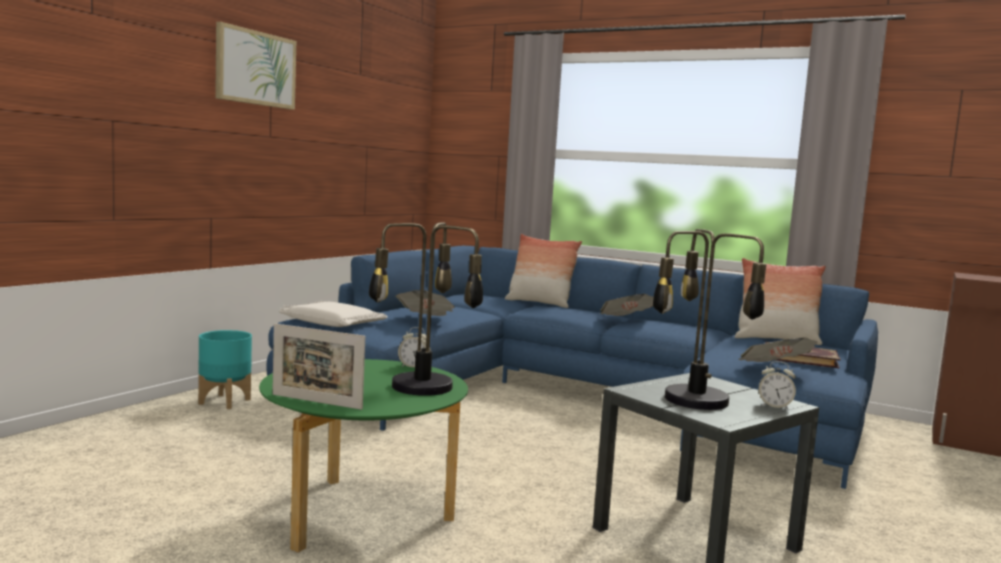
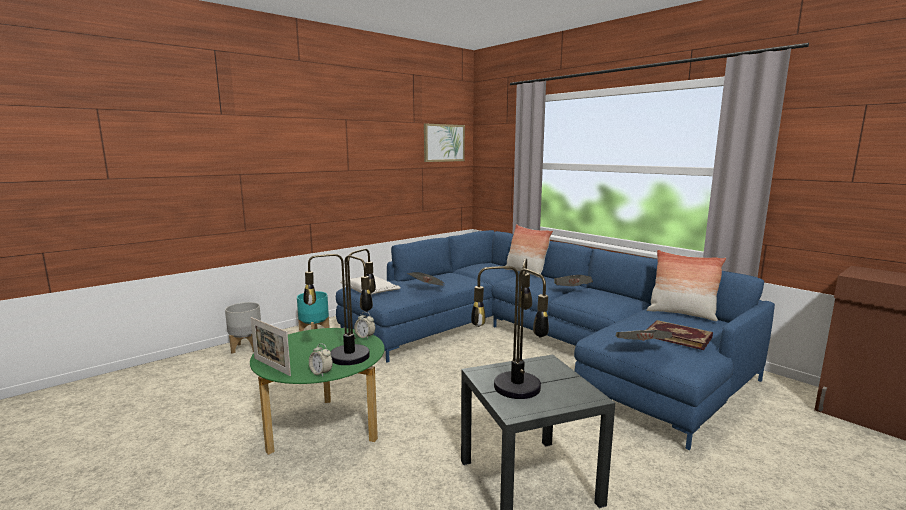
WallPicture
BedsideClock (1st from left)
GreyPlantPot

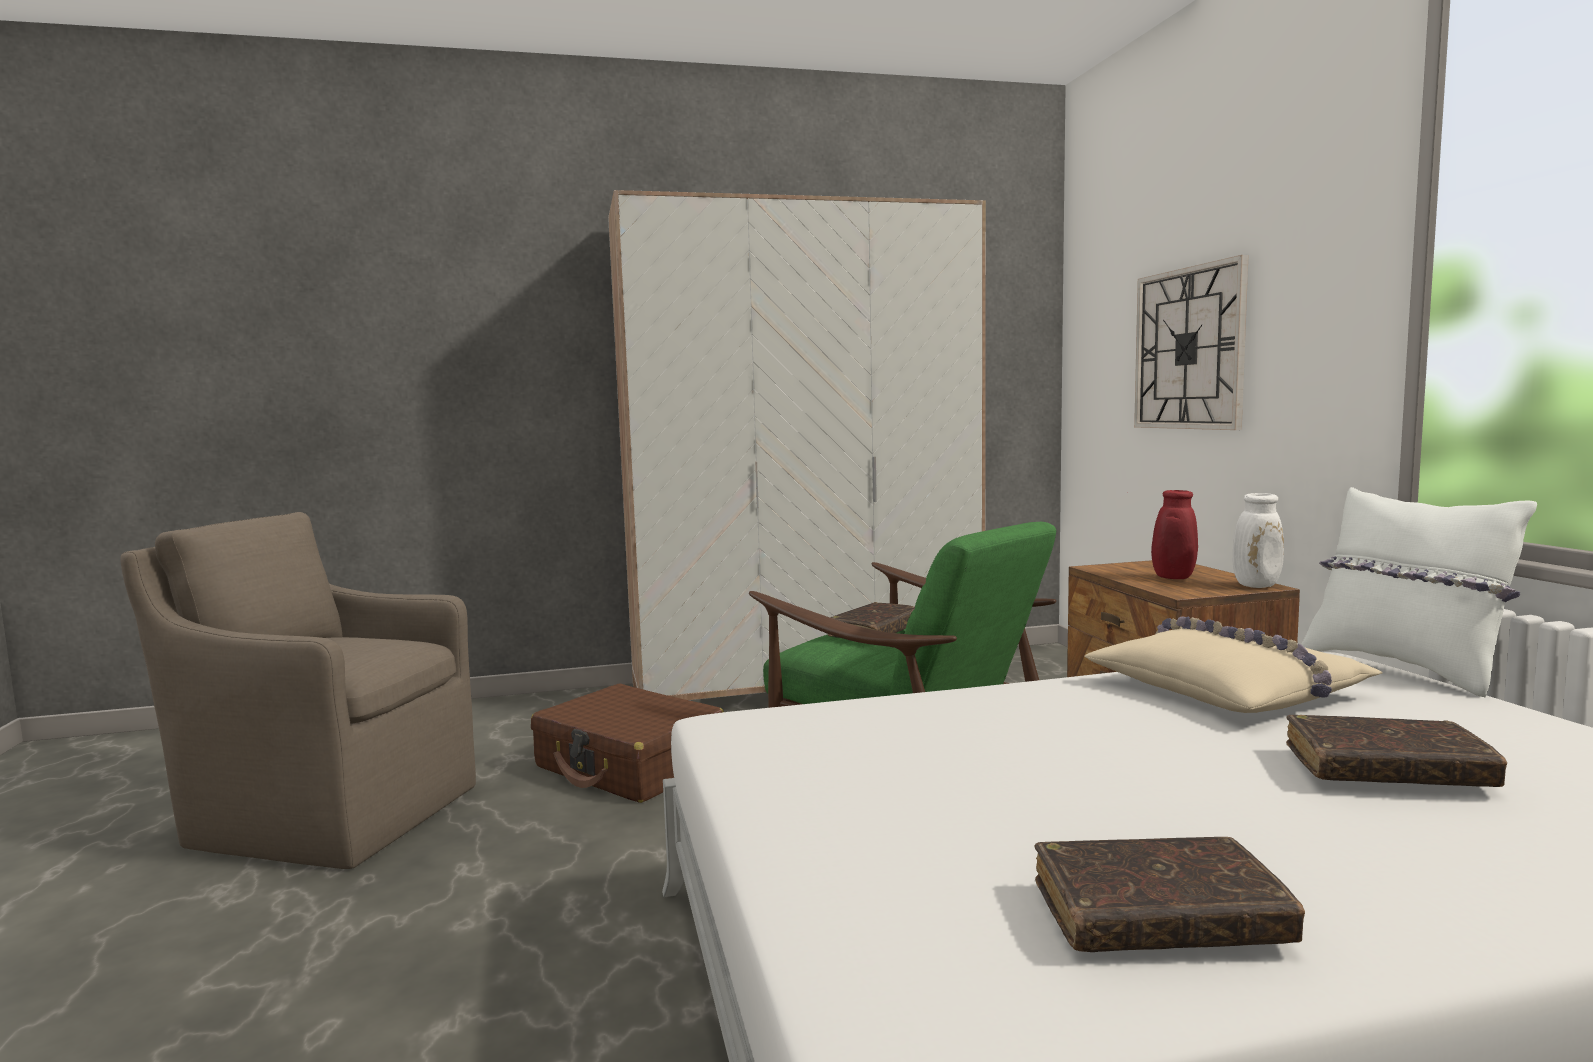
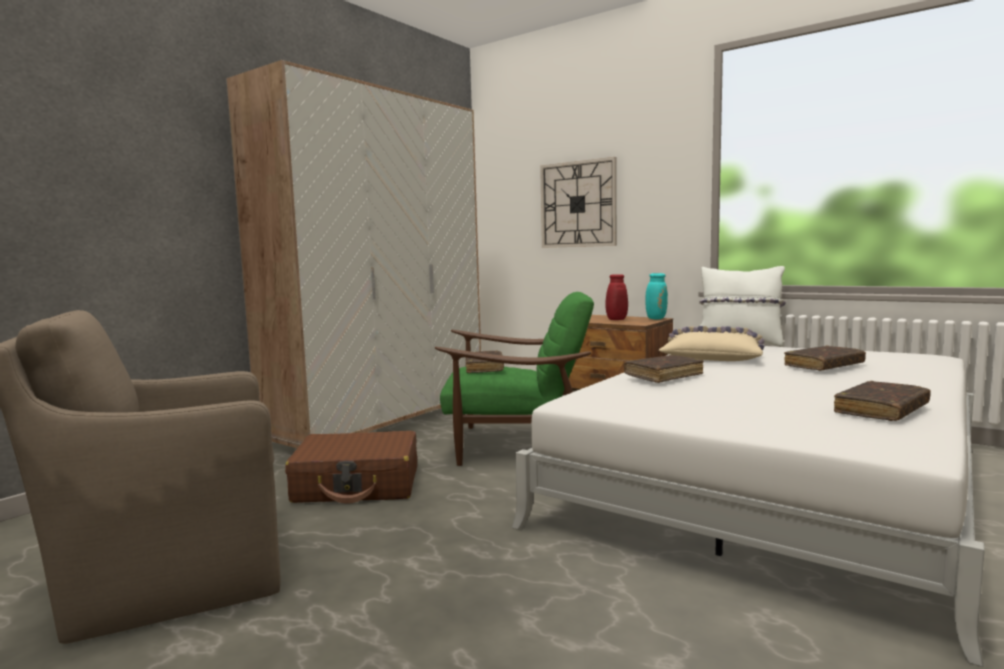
BlueGreenDecorativeVase
BrownishBoundBook (2nd from left)

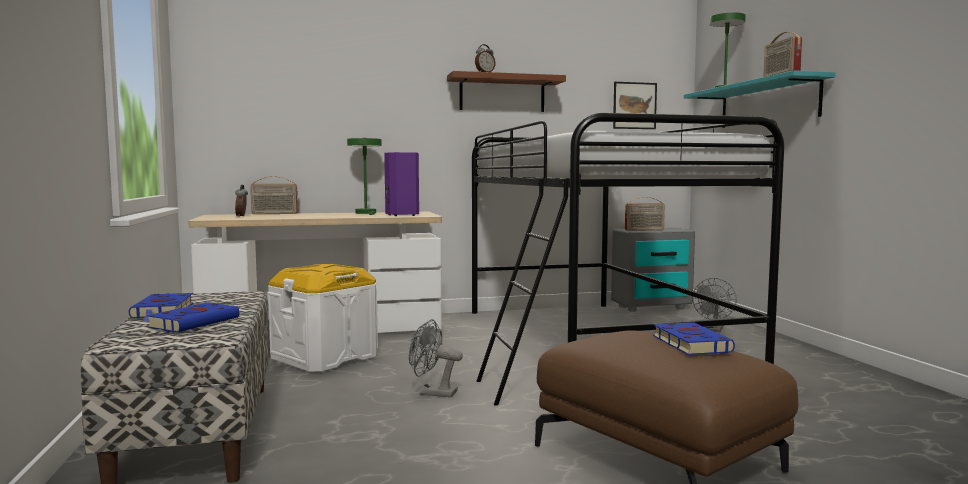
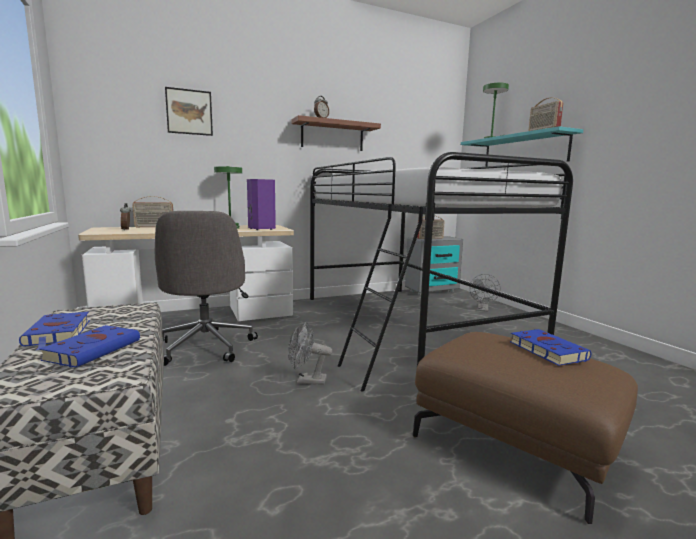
GreyOfficeChair
WallPicture

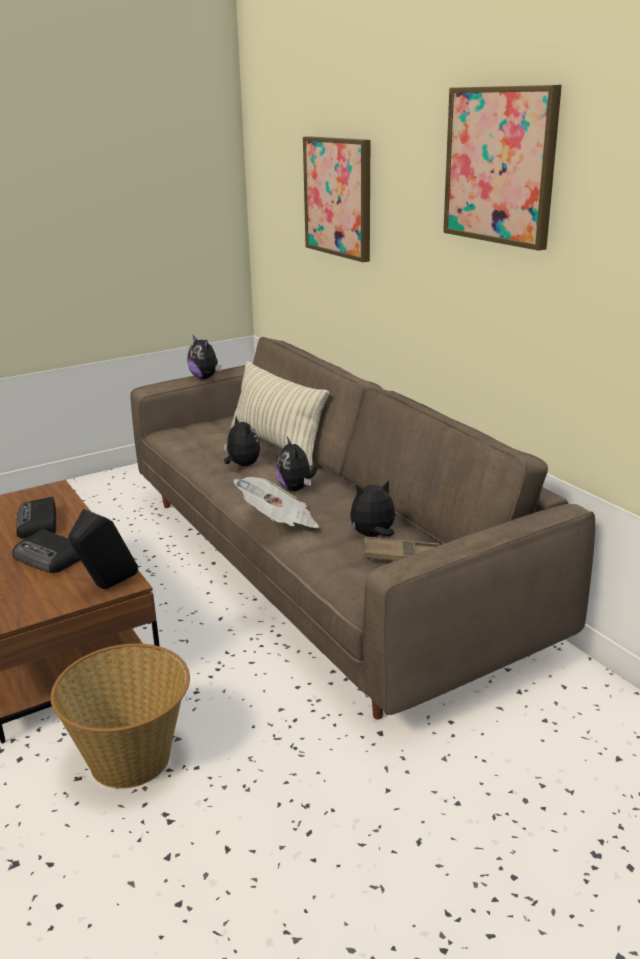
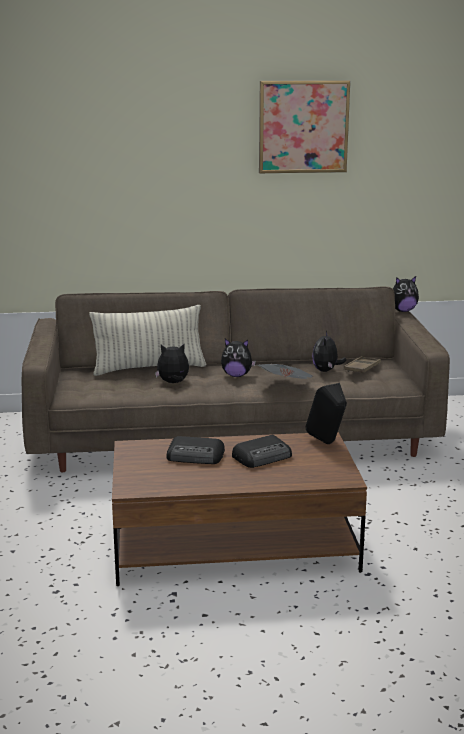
StorageBasket
SoftToy (4th from left)
WallPicture (1st from left in the first image)

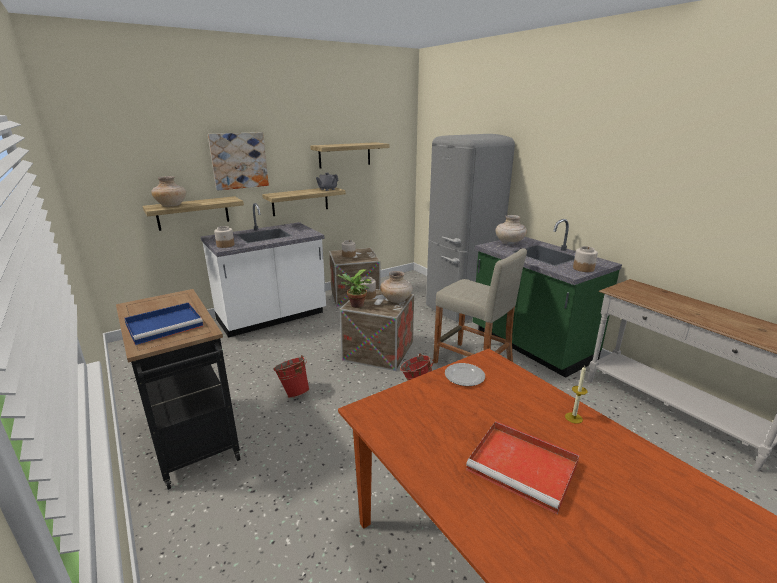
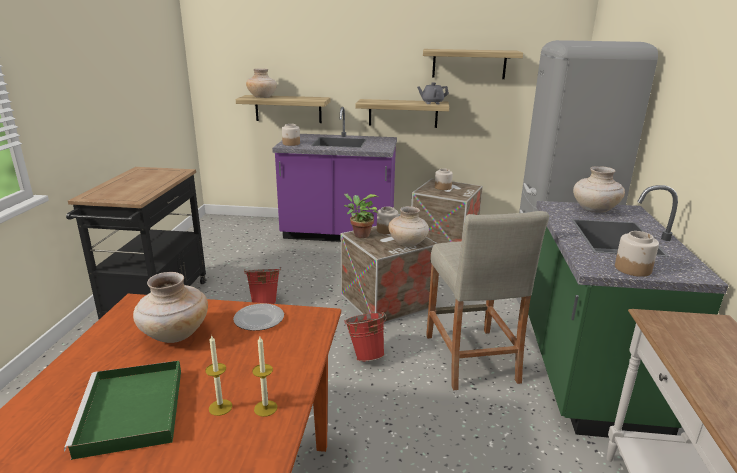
BlueTray
PurpleCounter
WallPicture
GreenishTray
SandColouredDecorativeVase (1st from left)
WaxCandle (1st from left)

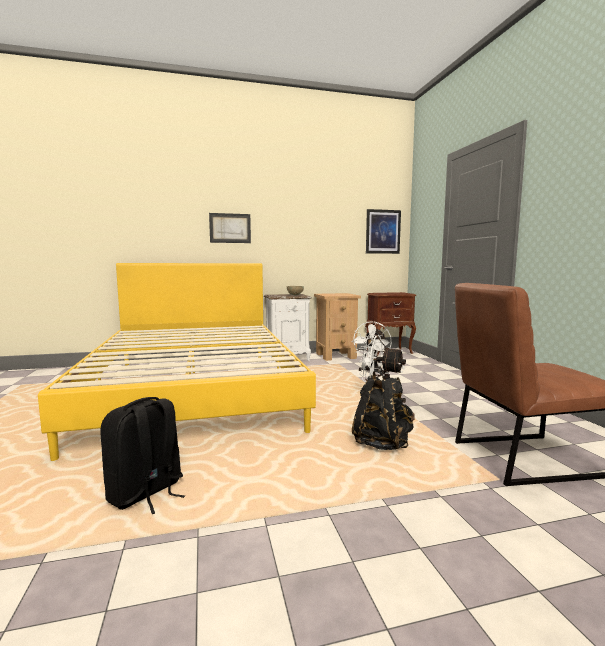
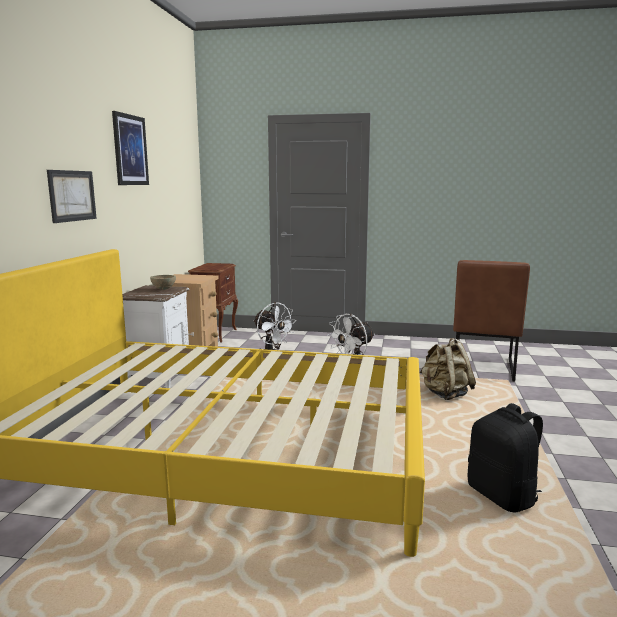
SandColouredKnapsack
WallPicture (2nd from left)

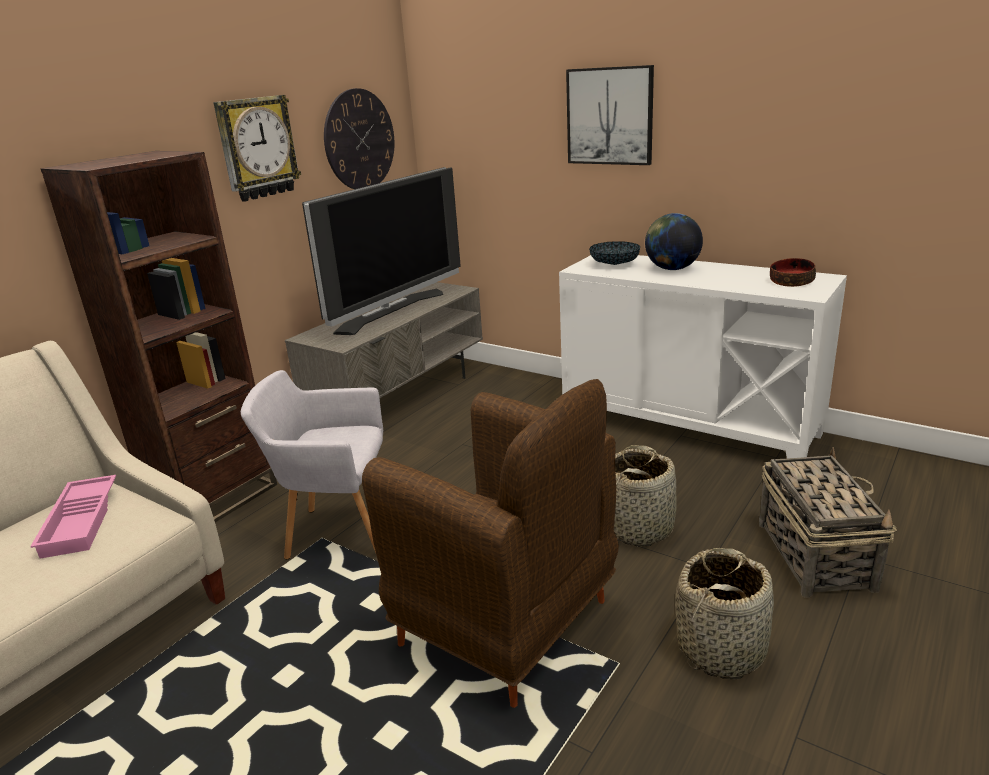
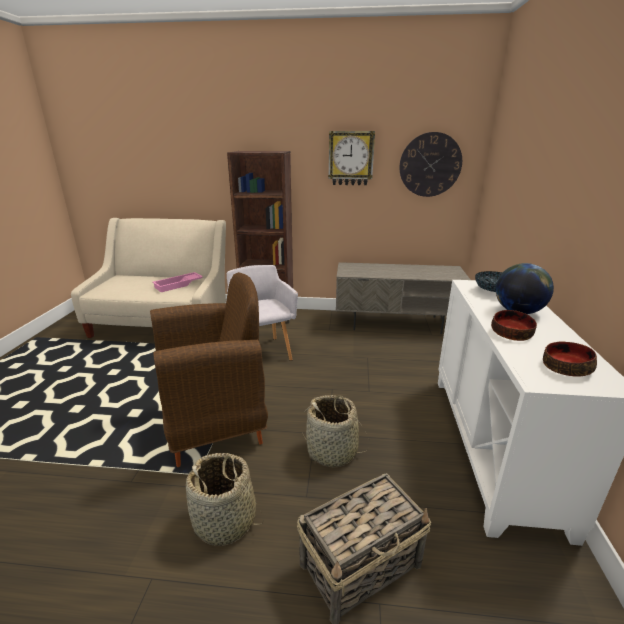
Television
BrownishEasyChair
WallPicture
ServingBowl (2nd from left)

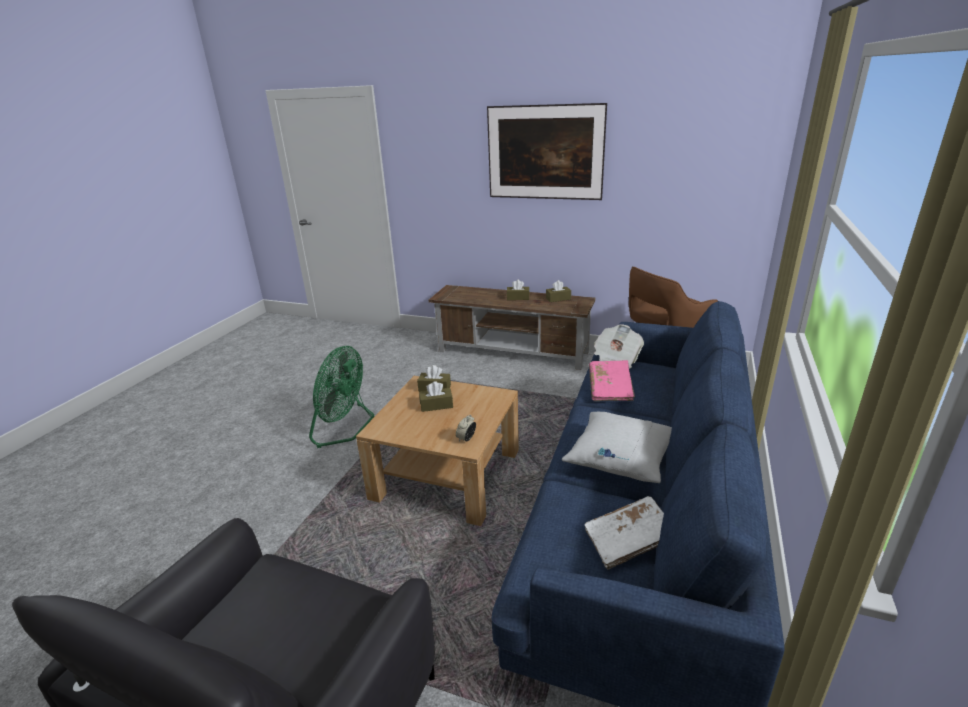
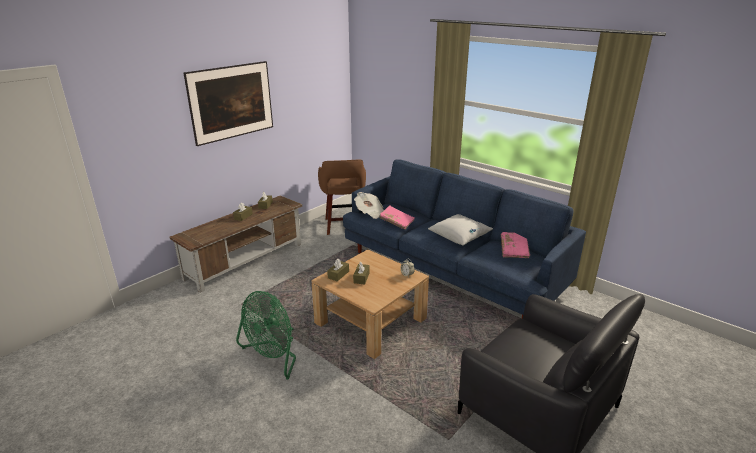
PinkColouredBoundBook (2nd from left)

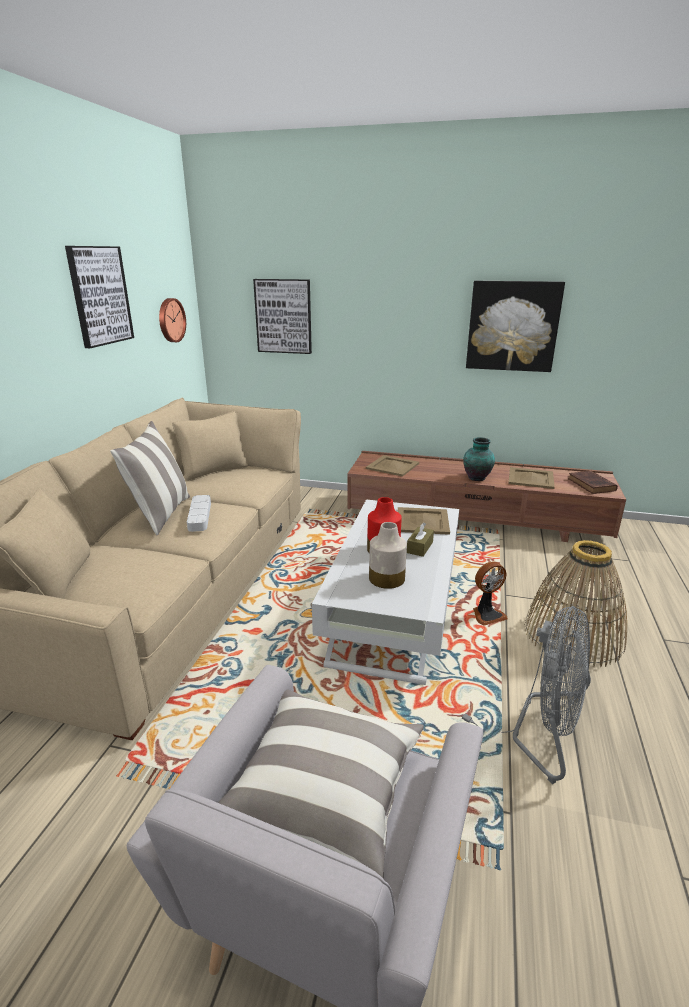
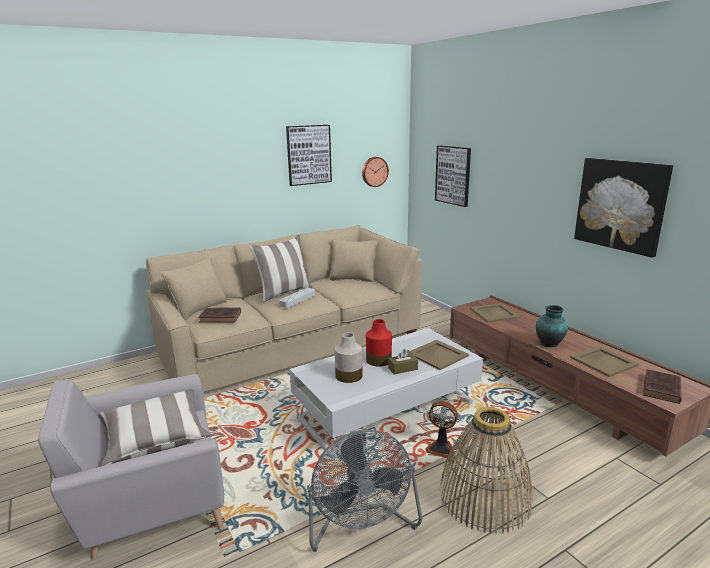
BrownishBoundBook (1st from left)

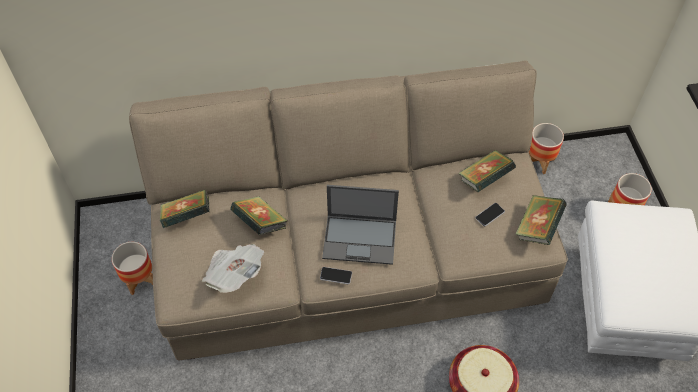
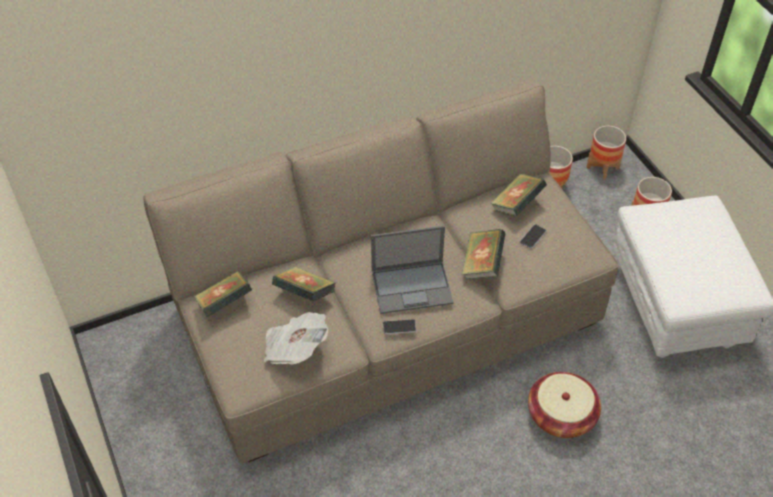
PlantPot (2nd from left)
BoundBook (3rd from left)

